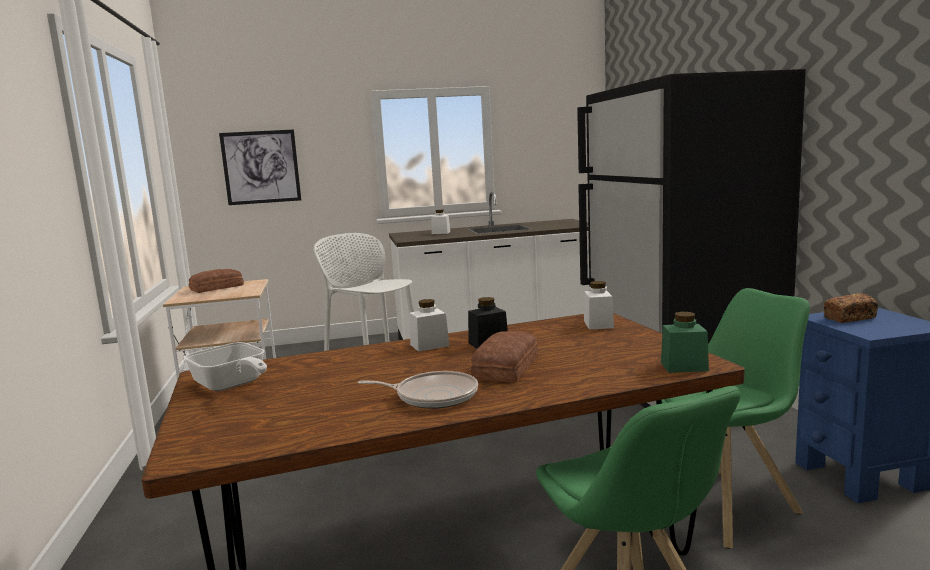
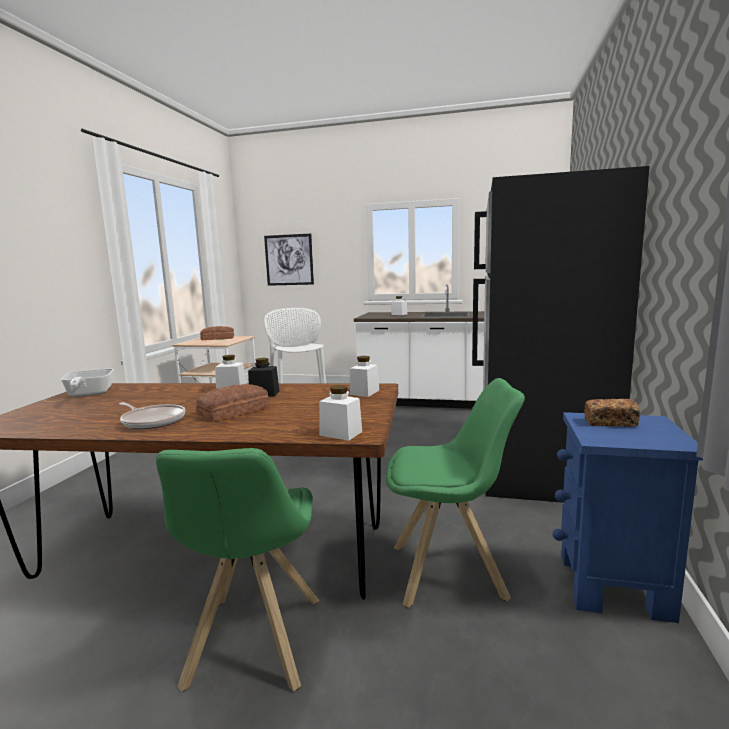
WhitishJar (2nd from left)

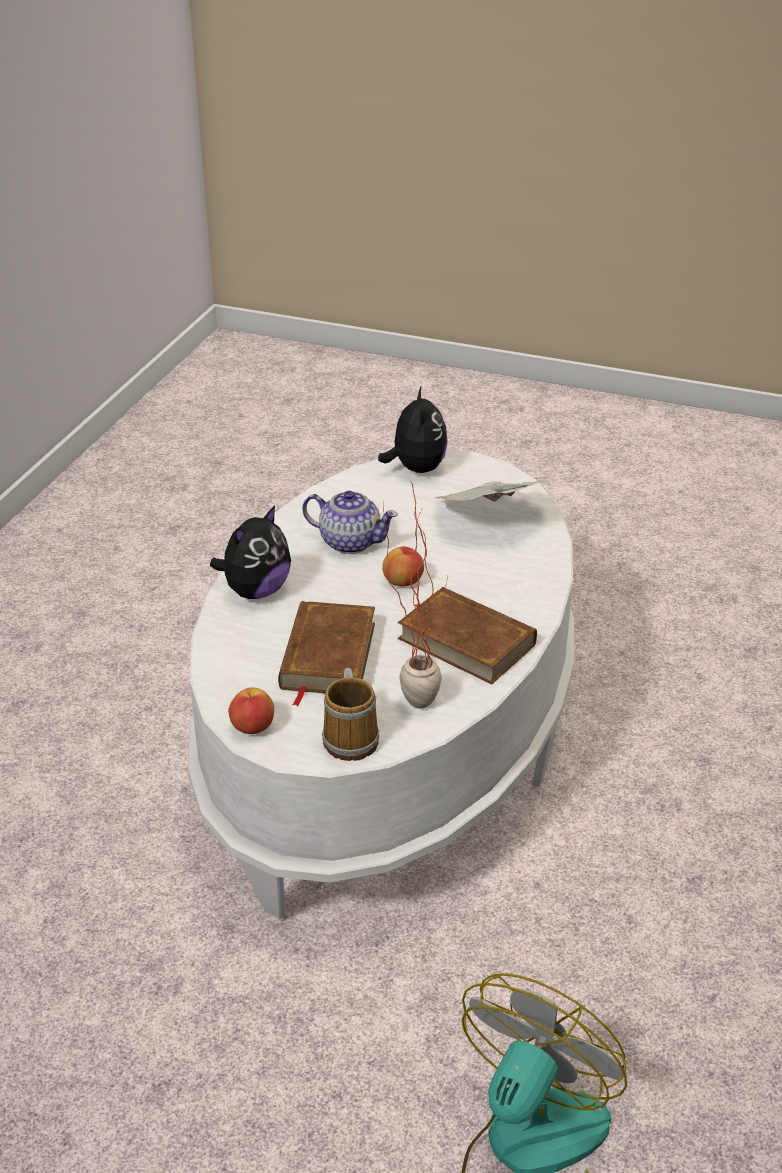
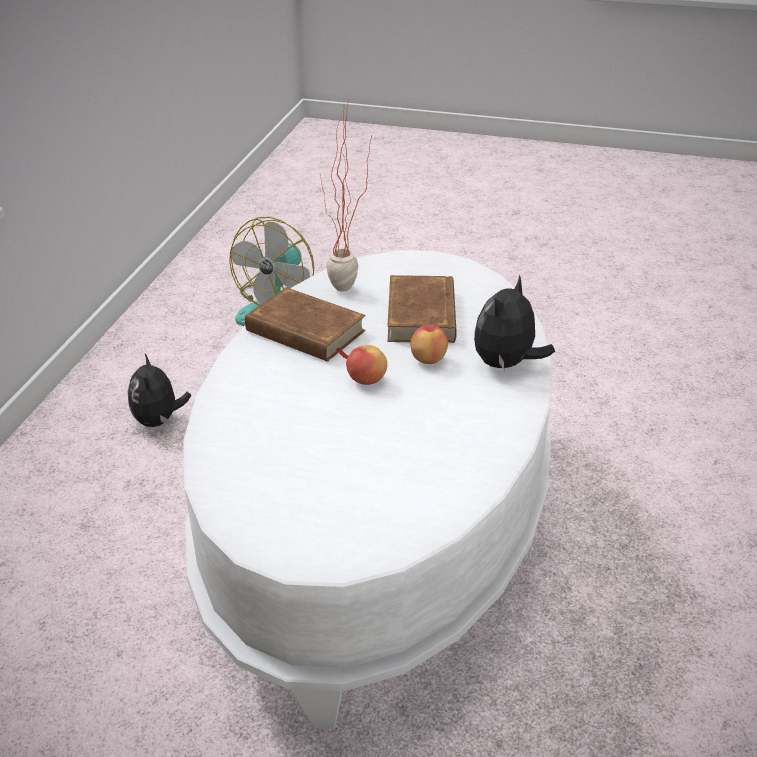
WholeApple (2nd from left)
Teapot
TeaMug
SoftToy (1st from left)
Newspaper

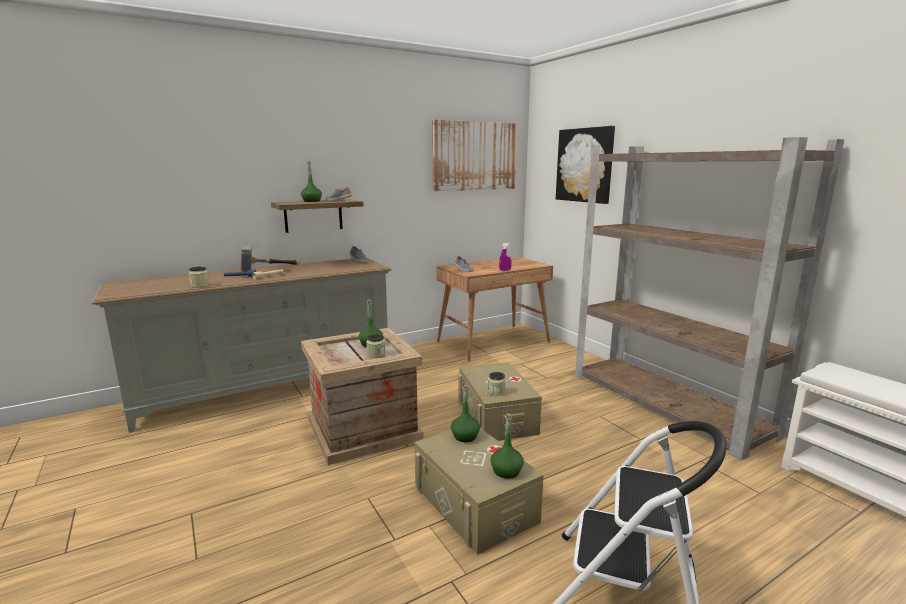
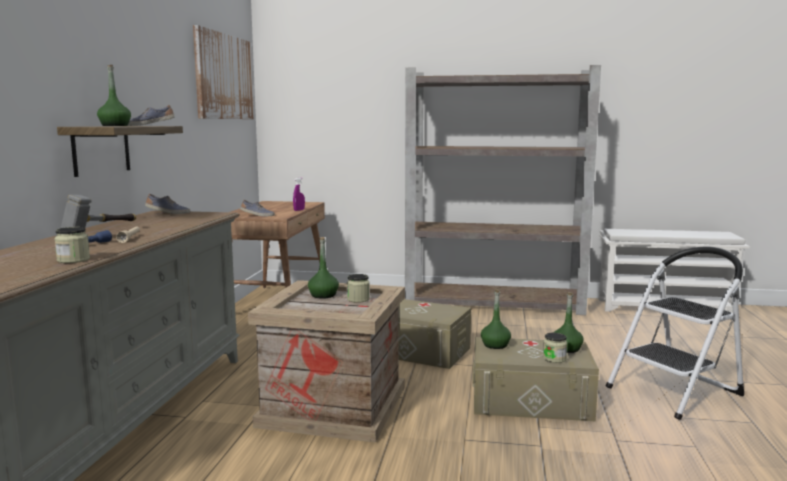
Jar (3rd from left)
WallPicture (2nd from left in the first image)

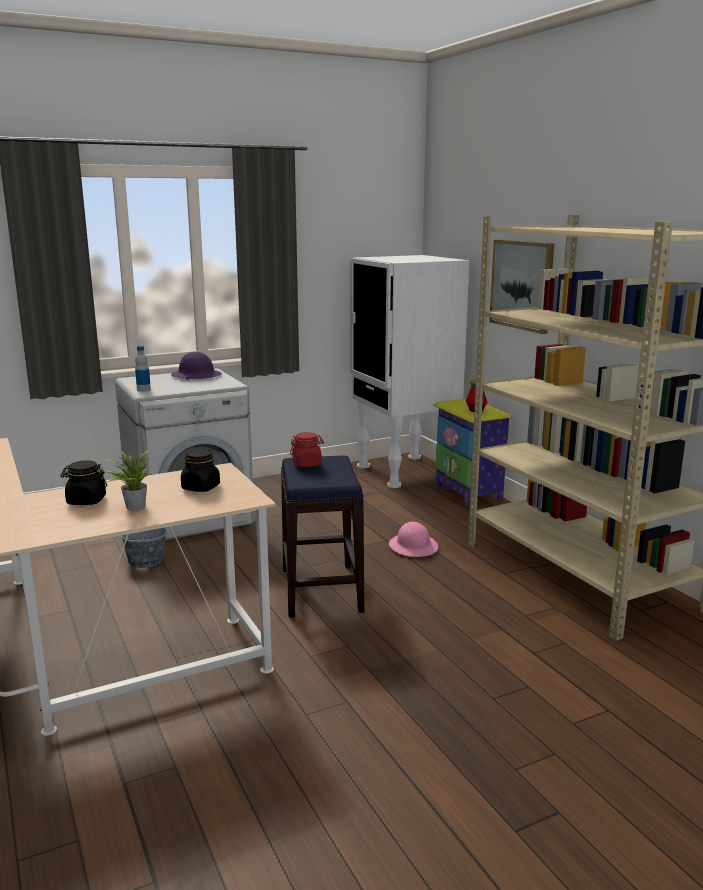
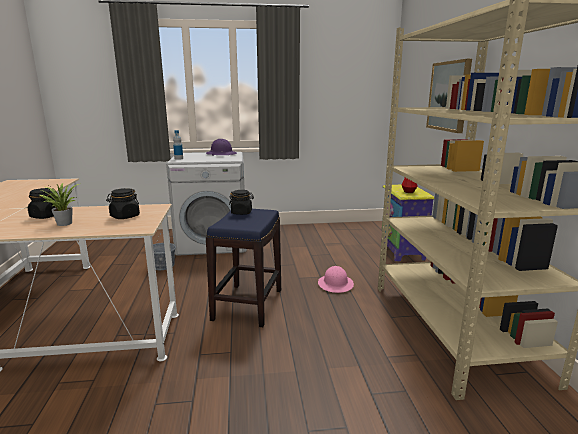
BlackishJar (3rd from left)
WhitishCabinet

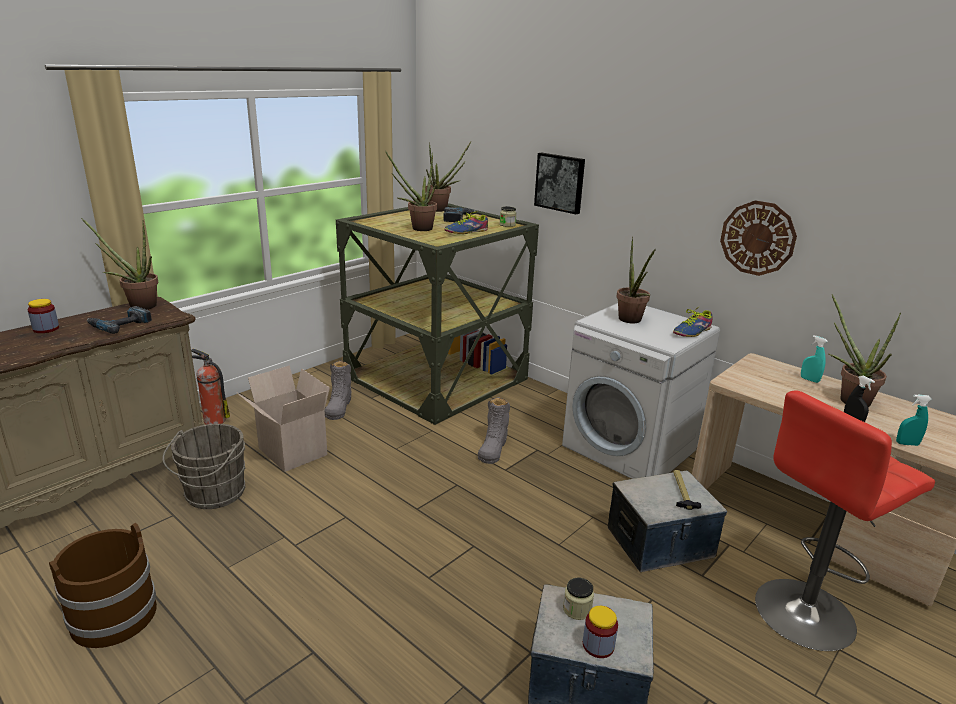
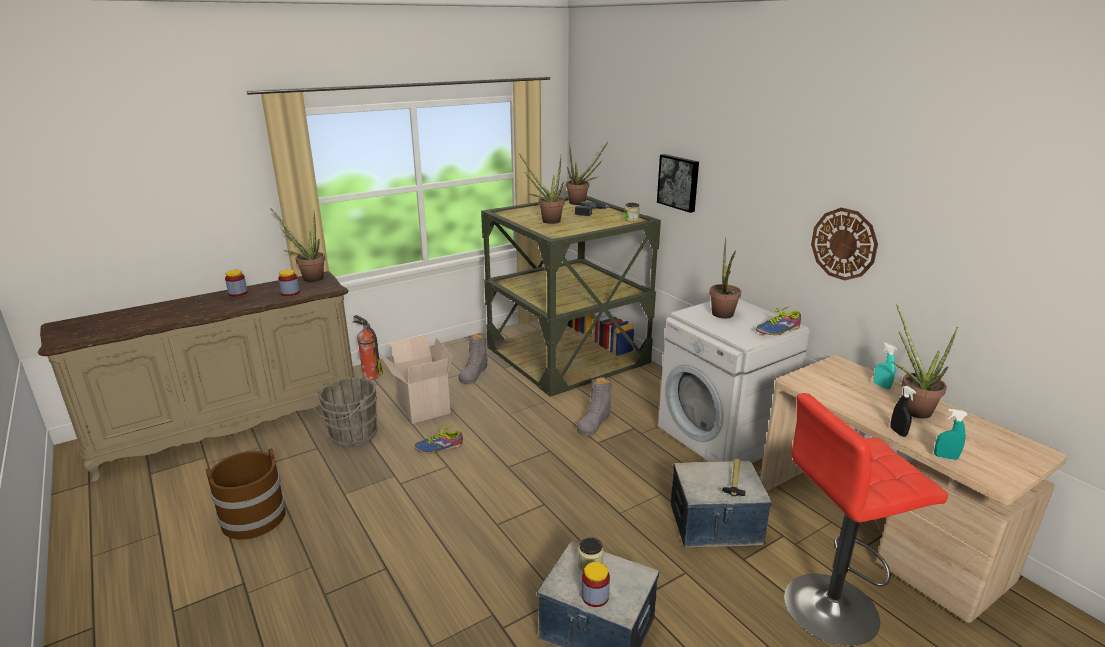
Jar (2nd from left)
ItemOfFootwear (1st from left)

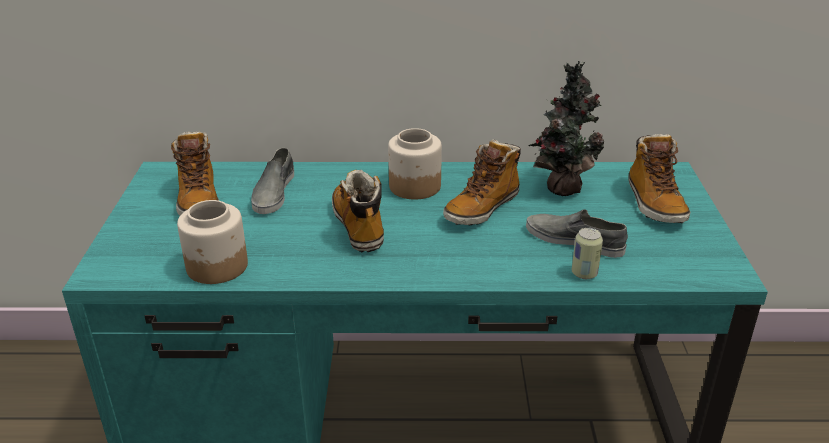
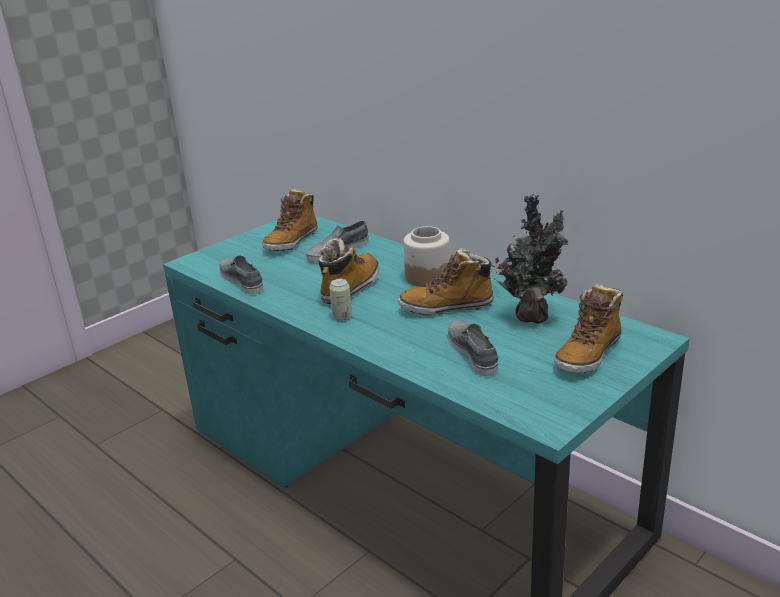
GreyItemOfFootwear (1st from left)
SealedCan

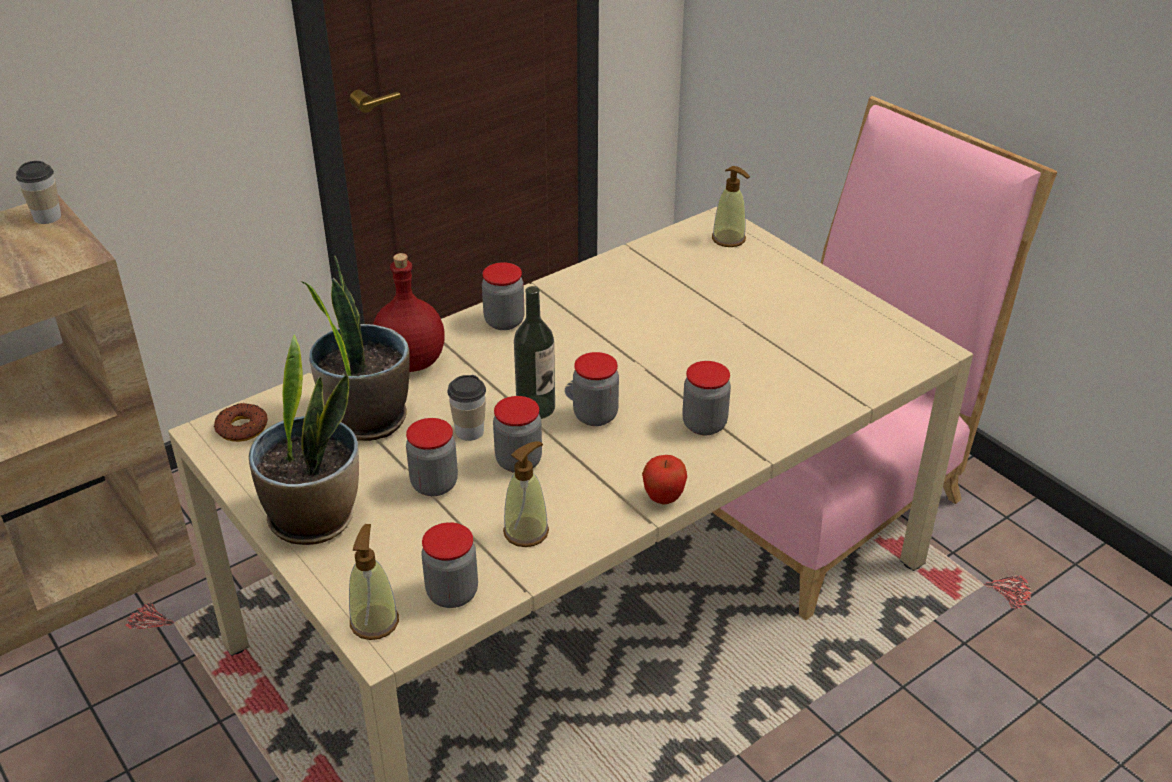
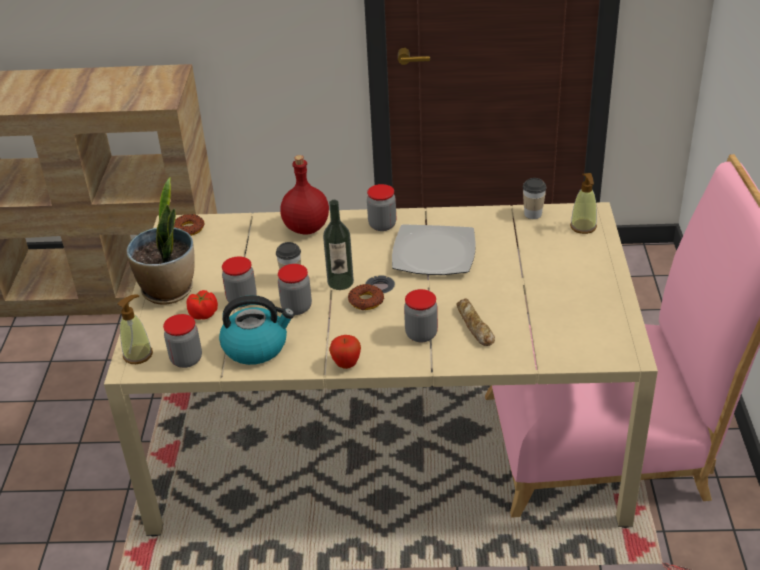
Cup (2nd from left)
Houseplant (2nd from left in the first image)
TeaKettle
Doughnut (2nd from left)
FreshTomato
Plate
Bread

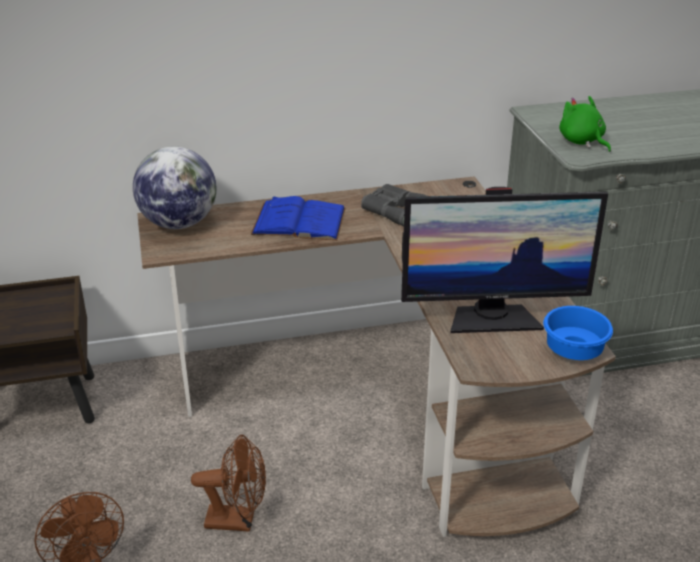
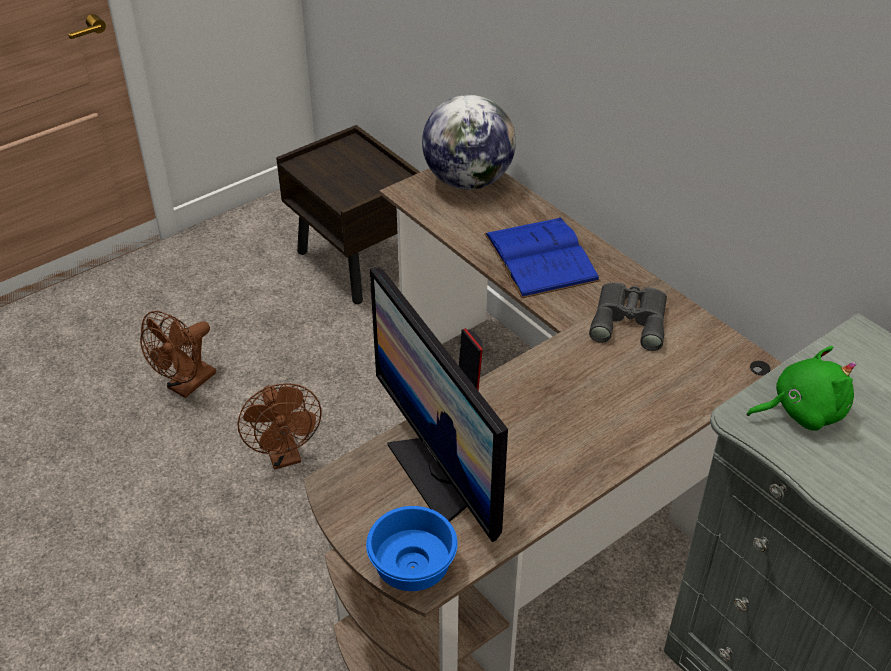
GreenishSoftToy

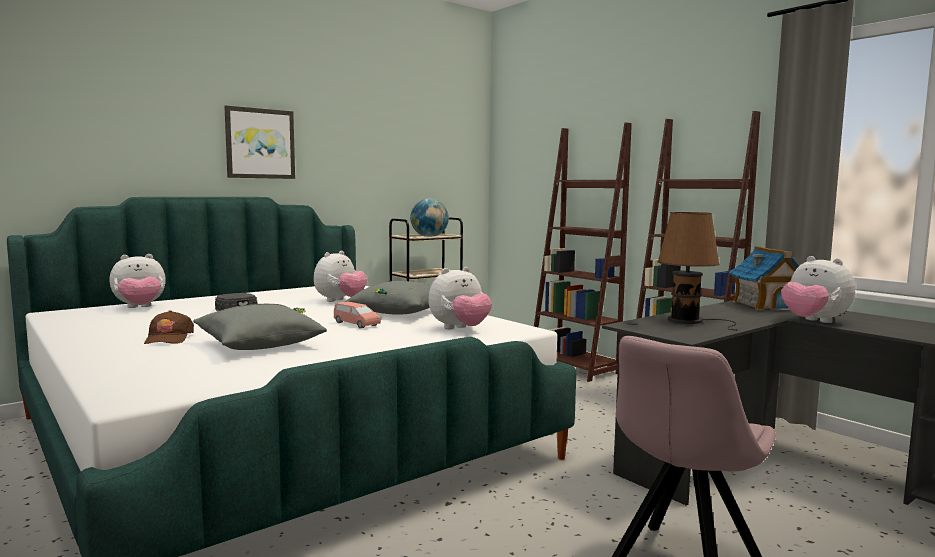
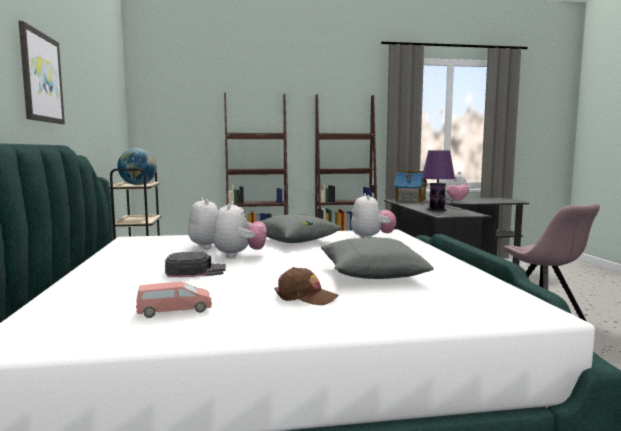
SoftToy (2nd from left)
PinkColouredModelCar
PurpleLampForATable

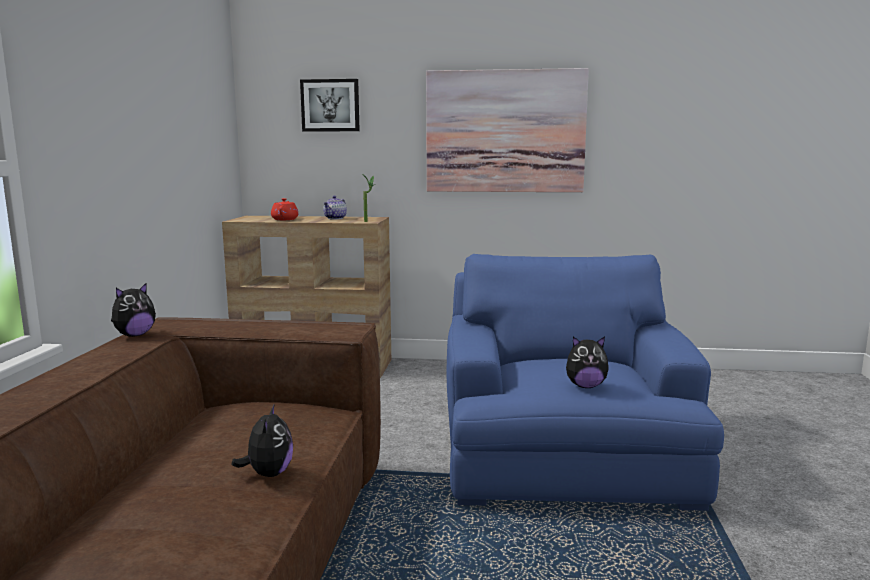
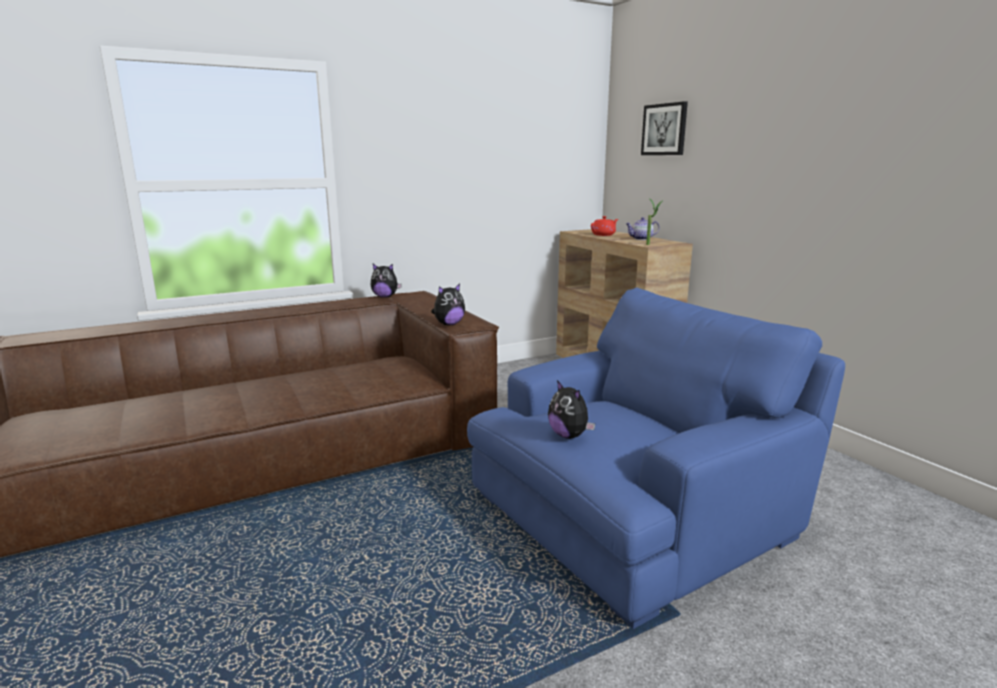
SoftToy (2nd from left)
WallPicture (2nd from left in the first image)

